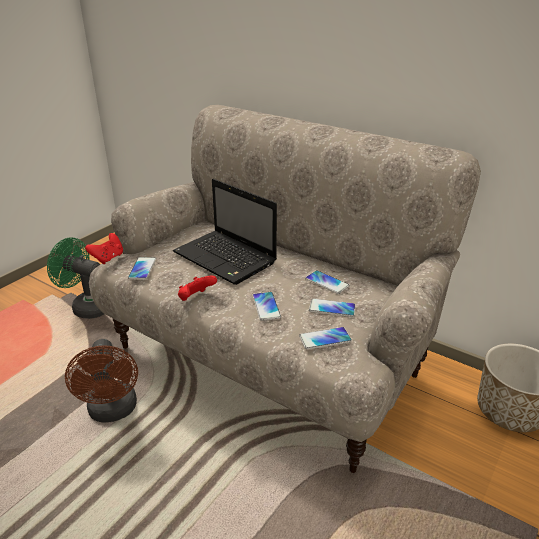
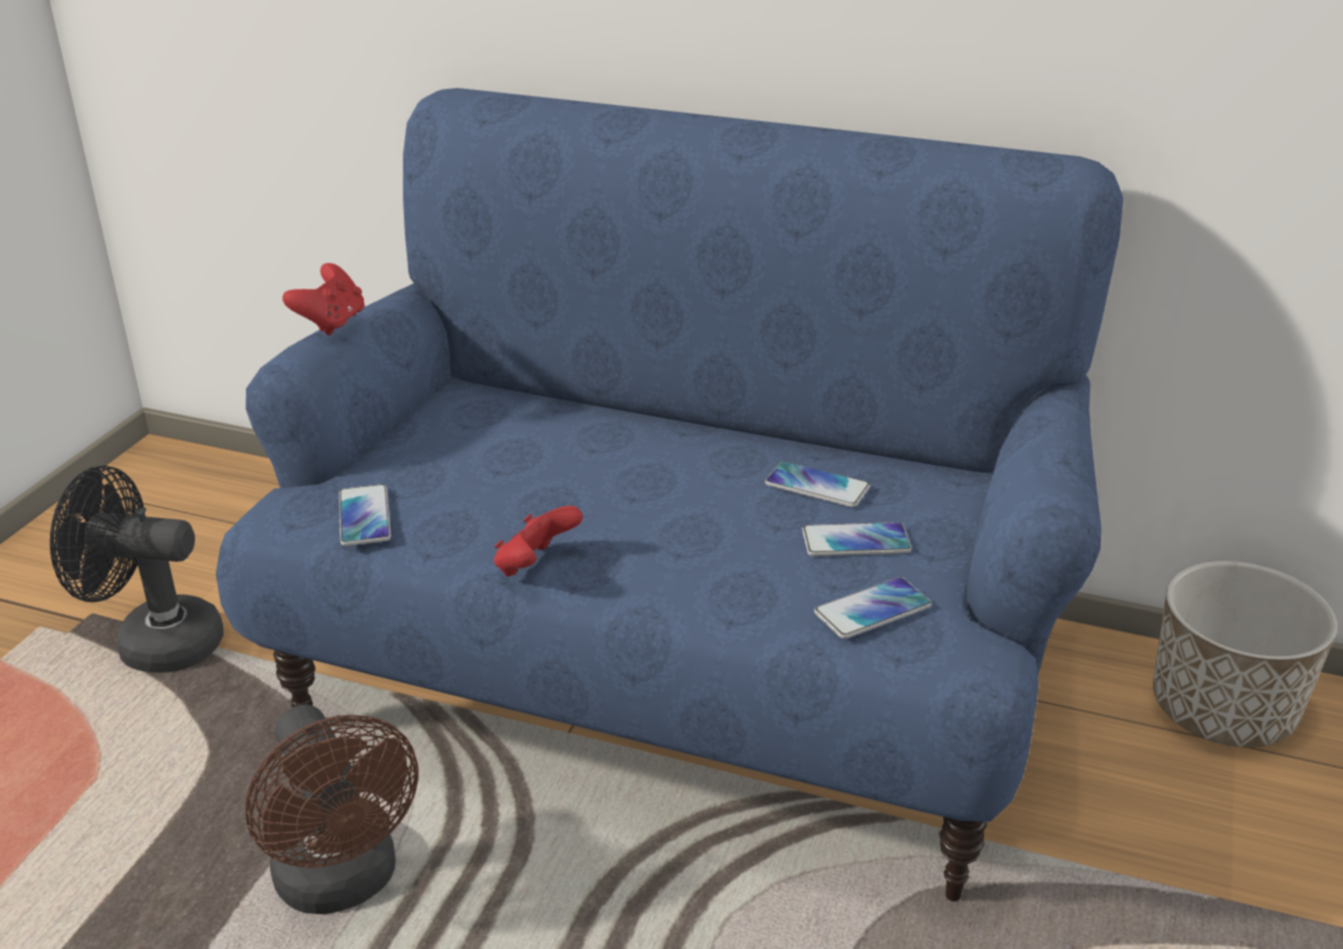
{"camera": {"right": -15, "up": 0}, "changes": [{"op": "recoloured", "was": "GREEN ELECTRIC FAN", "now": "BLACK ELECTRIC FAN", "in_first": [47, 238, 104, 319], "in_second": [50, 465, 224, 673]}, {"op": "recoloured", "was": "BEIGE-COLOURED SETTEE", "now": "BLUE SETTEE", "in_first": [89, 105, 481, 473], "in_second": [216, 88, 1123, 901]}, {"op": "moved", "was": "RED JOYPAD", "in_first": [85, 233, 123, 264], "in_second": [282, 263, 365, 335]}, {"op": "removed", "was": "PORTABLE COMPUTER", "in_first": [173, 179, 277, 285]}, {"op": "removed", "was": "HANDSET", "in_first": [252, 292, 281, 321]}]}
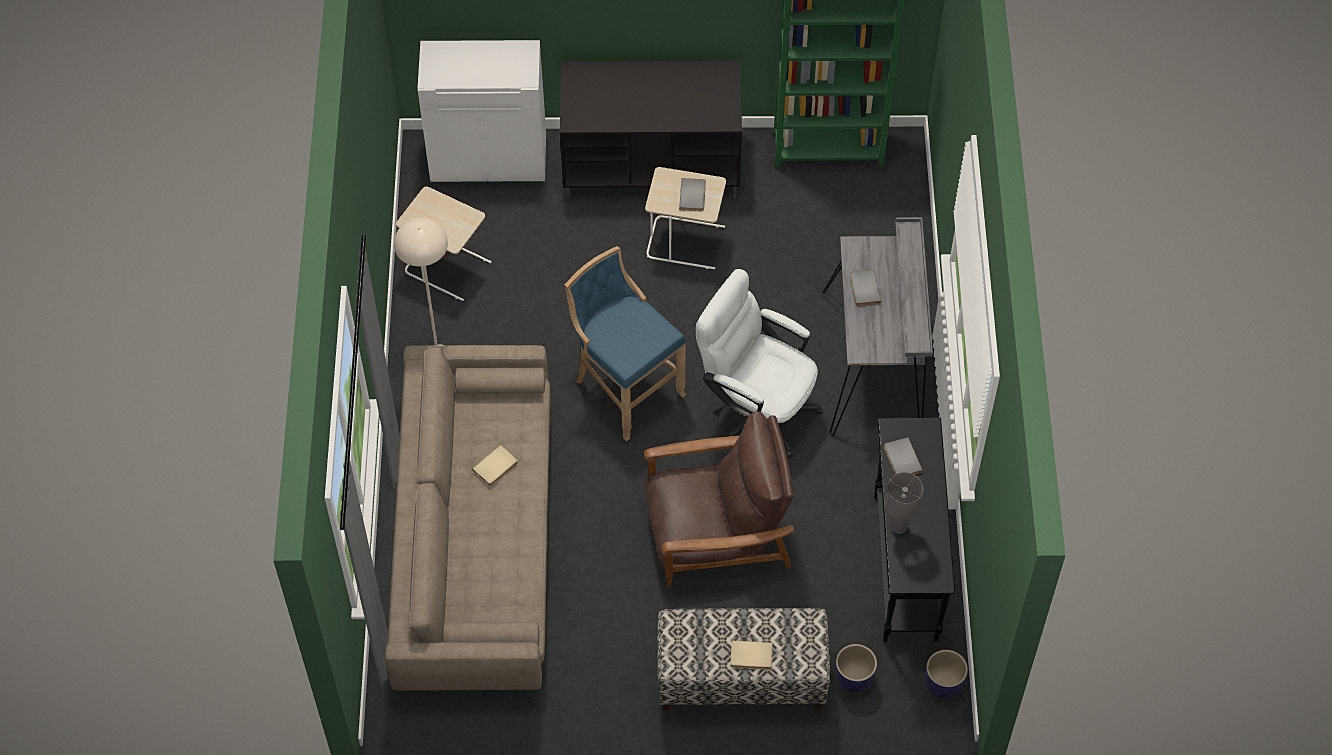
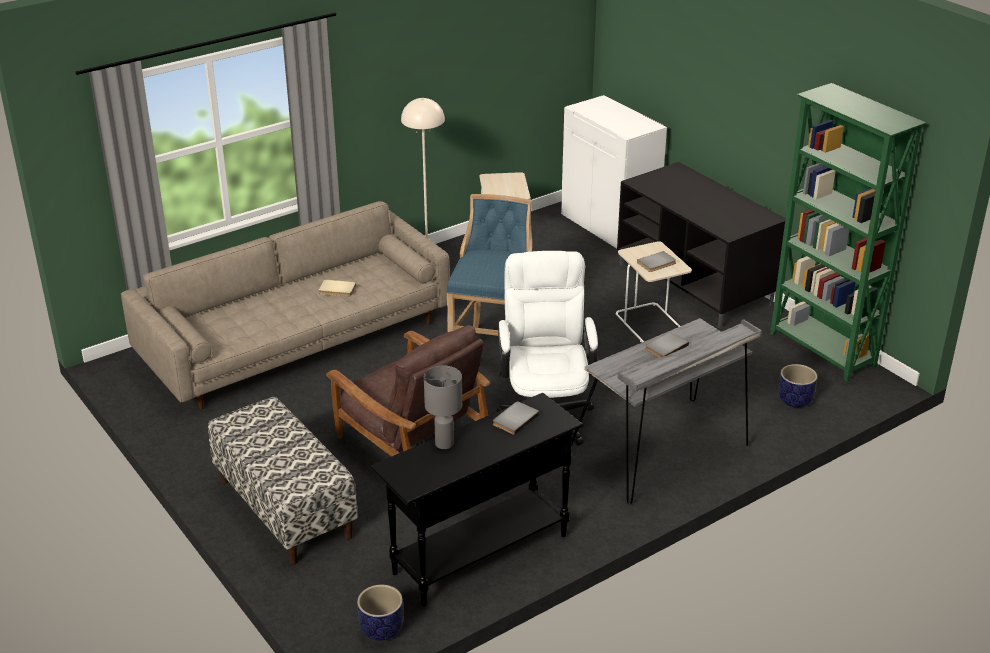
{"camera": {"right": 55, "up": -25}, "changes": [{"op": "moved", "was": "PLANTER", "in_first": [835, 644, 877, 693], "in_second": [778, 364, 817, 408]}, {"op": "removed", "was": "BEIGE-COLOURED VOLUME", "in_first": [730, 641, 773, 670]}]}
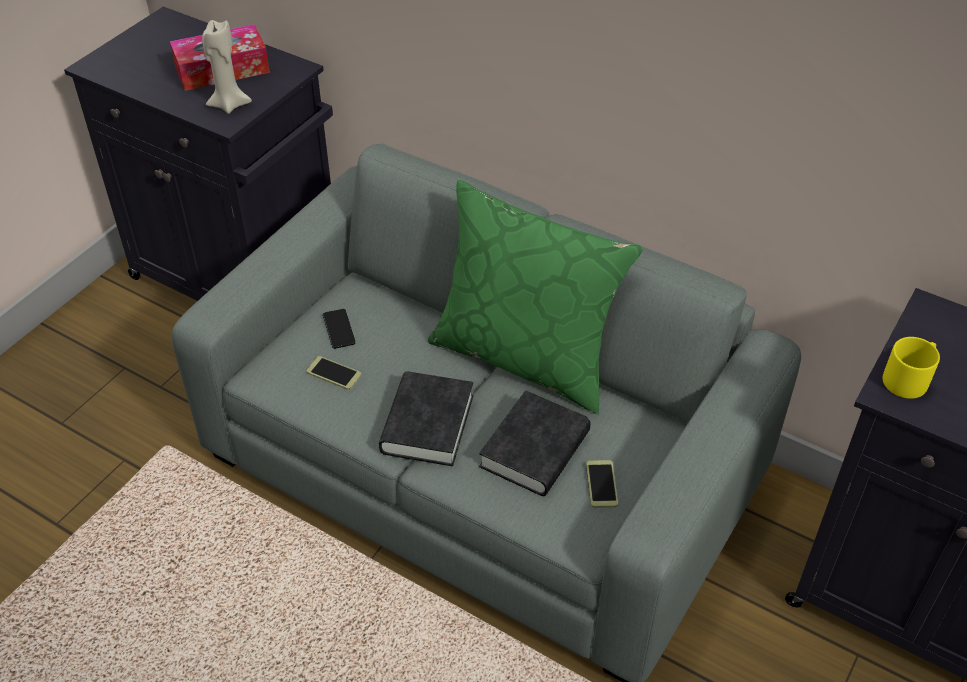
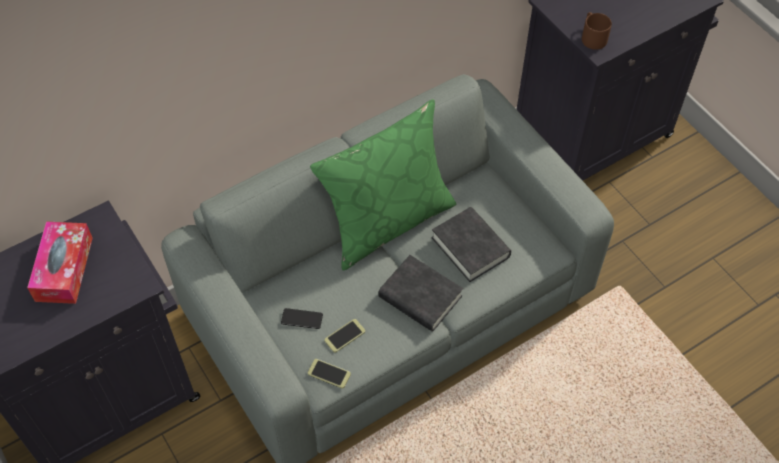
{"camera": {"right": -65, "up": 10}, "changes": [{"op": "moved", "was": "HANDSET", "in_first": [586, 460, 618, 508], "in_second": [308, 359, 351, 389]}, {"op": "recoloured", "was": "YELLOW COFFEE MUG", "now": "BROWN COFFEE MUG", "in_first": [883, 337, 940, 399], "in_second": [582, 12, 612, 50]}, {"op": "removed", "was": "BEIGE-COLOURED WAX CANDLE", "in_first": [202, 20, 252, 114]}]}
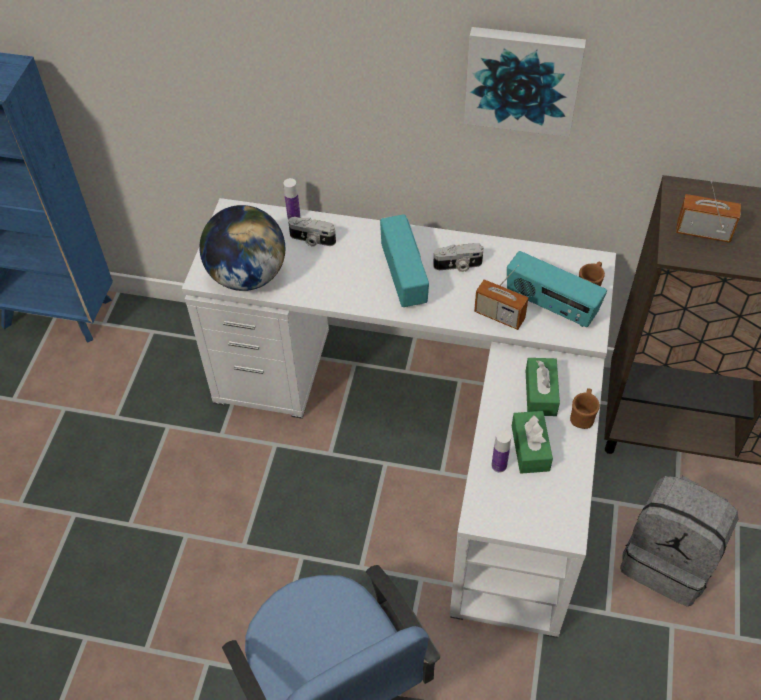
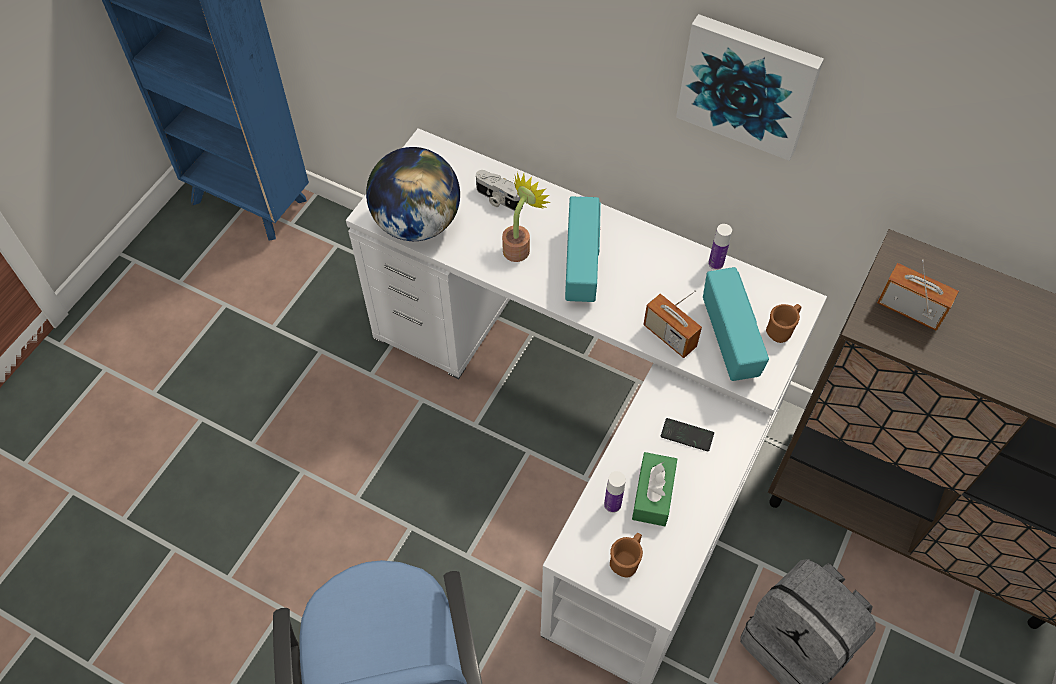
{"camera": {"right": 15, "up": 5}, "changes": [{"op": "added", "now": "PLANT IN A POT", "in_second": [502, 171, 550, 262]}, {"op": "moved", "was": "BROWN COFFEE MUG", "in_first": [570, 388, 600, 429], "in_second": [610, 533, 643, 578]}, {"op": "replaced", "was": "GREEN TISSUE HOLDER", "now": "HANDSET", "in_first": [526, 358, 560, 416], "in_second": [661, 418, 714, 452]}, {"op": "turned", "was": "RADIO", "in_first": [507, 251, 607, 327], "in_second": [703, 267, 769, 381], "clockwise": -150}, {"op": "moved", "was": "BOTTLE", "in_first": [283, 178, 301, 220], "in_second": [708, 224, 732, 270]}, {"op": "removed", "was": "STILL CAMERA", "in_first": [433, 243, 484, 272]}]}
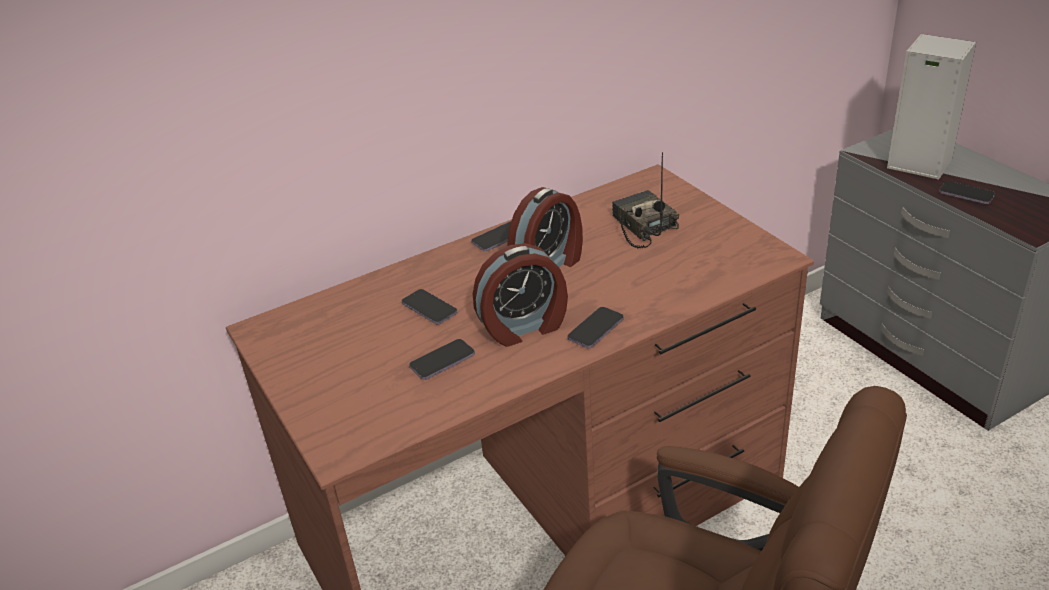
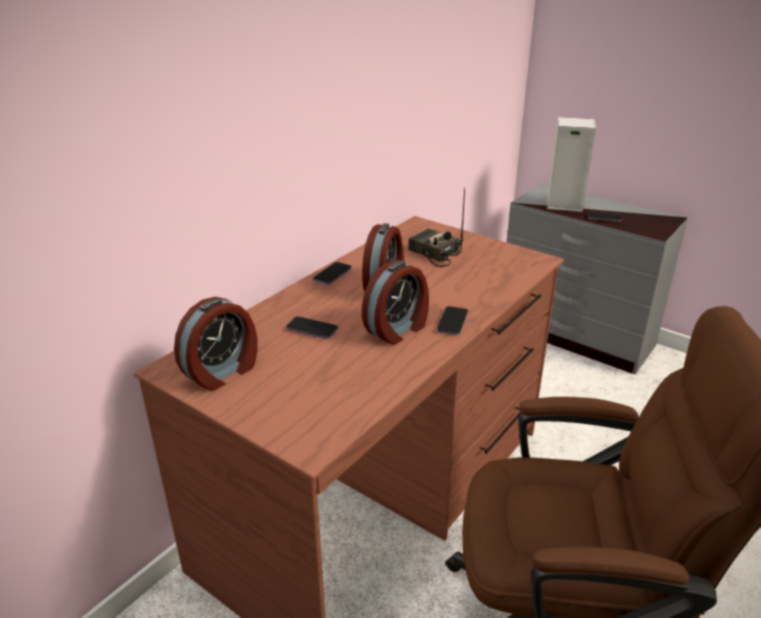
{"camera": {"right": -25, "up": -5}, "changes": [{"op": "added", "now": "ALARM CLOCK", "in_second": [174, 297, 258, 391]}, {"op": "removed", "was": "HANDSET", "in_first": [409, 339, 475, 380]}]}
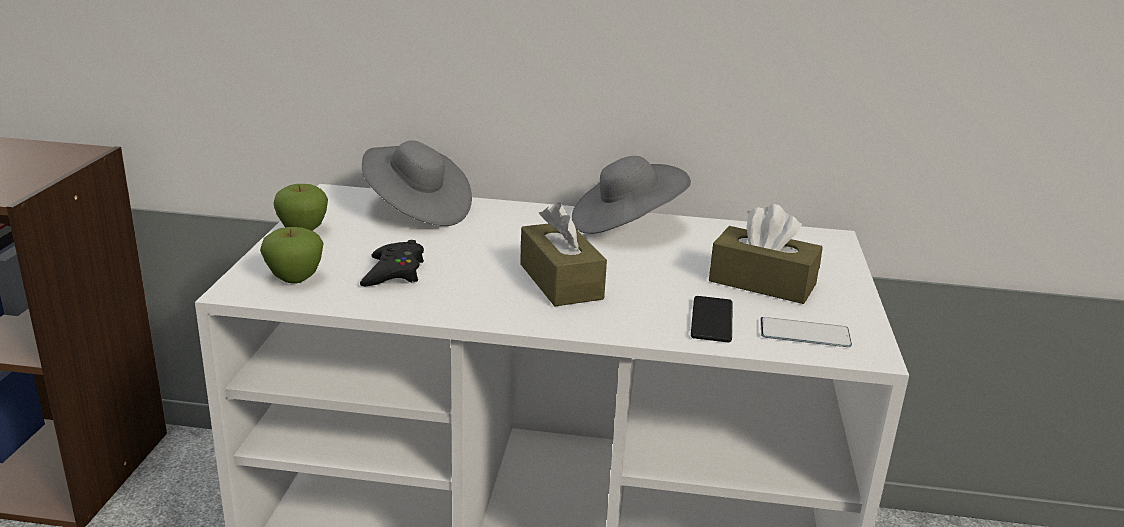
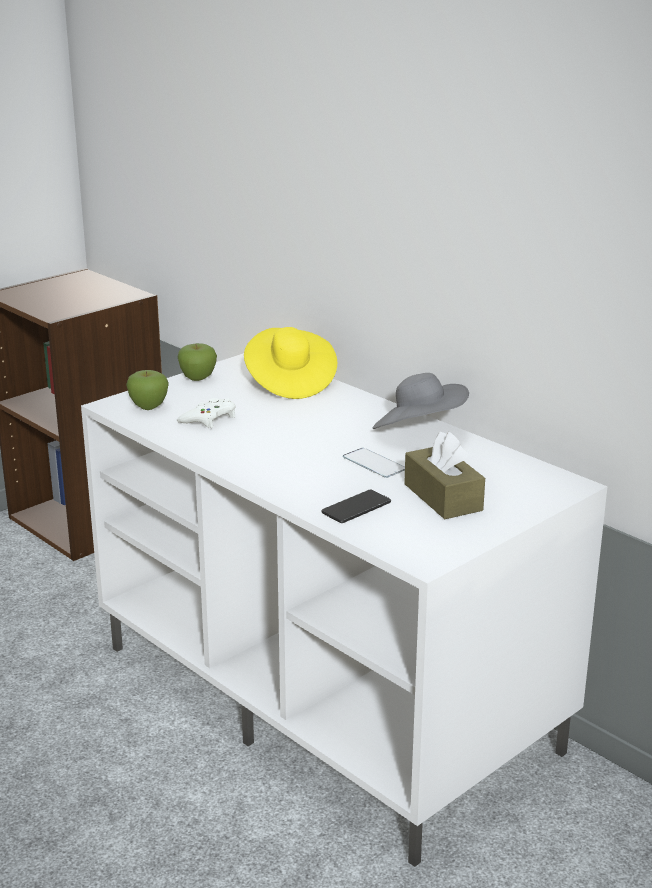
{"camera": {"right": 40, "up": 0}, "changes": [{"op": "recoloured", "was": "BLACK JOYPAD", "now": "WHITE JOYPAD", "in_first": [360, 240, 424, 286], "in_second": [177, 398, 236, 428]}, {"op": "recoloured", "was": "GRAY CLOTHING HAT", "now": "YELLOW CLOTHING HAT", "in_first": [362, 141, 472, 226], "in_second": [244, 327, 337, 399]}, {"op": "moved", "was": "HANDSET", "in_first": [760, 317, 852, 347], "in_second": [343, 448, 405, 478]}, {"op": "removed", "was": "BROWN TISSUE HOLDER", "in_first": [520, 202, 607, 306]}]}
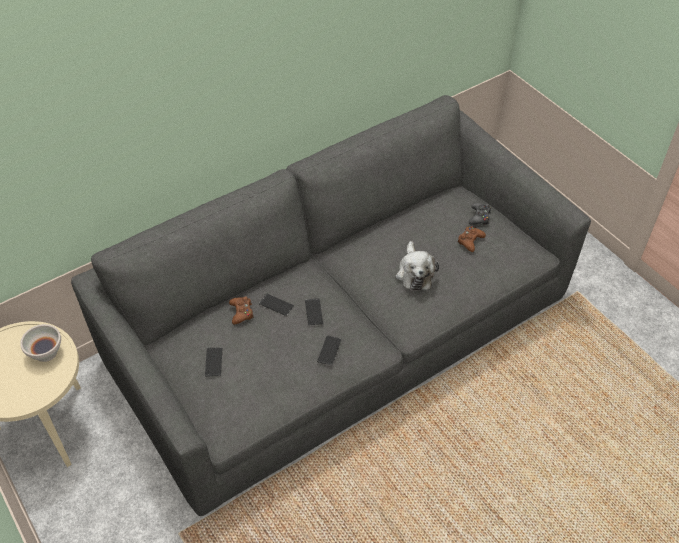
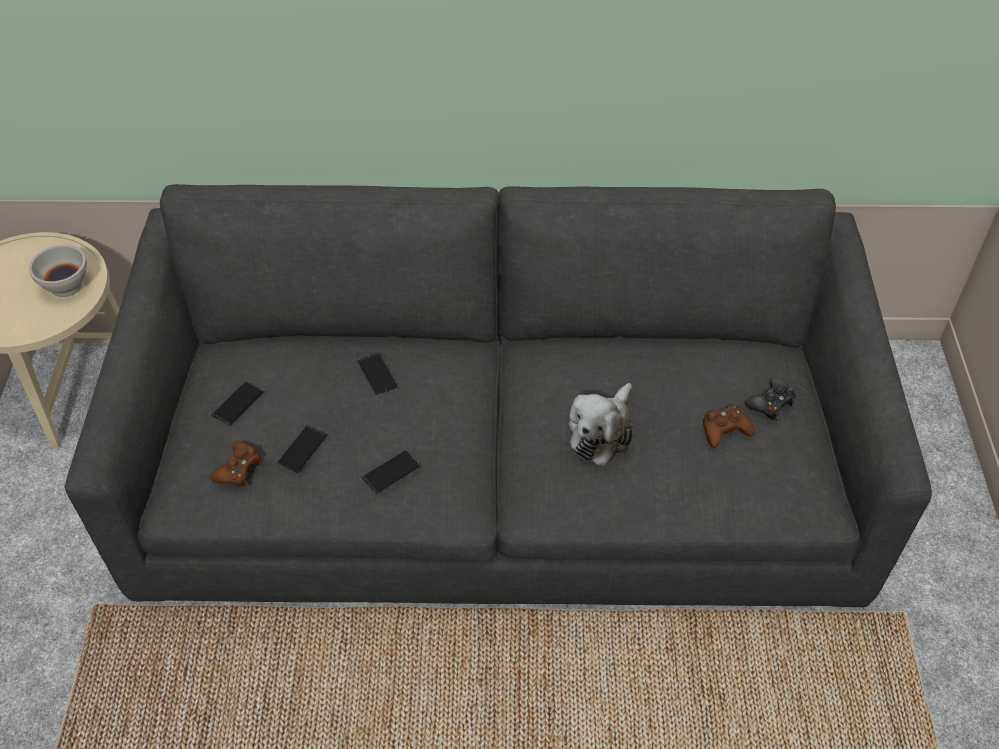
{"camera": {"right": 35, "up": 0}, "changes": [{"op": "moved", "was": "BROWN JOYPAD", "in_first": [229, 296, 254, 324], "in_second": [210, 442, 263, 487]}, {"op": "moved", "was": "HANDSET", "in_first": [305, 298, 323, 326], "in_second": [277, 425, 328, 473]}]}
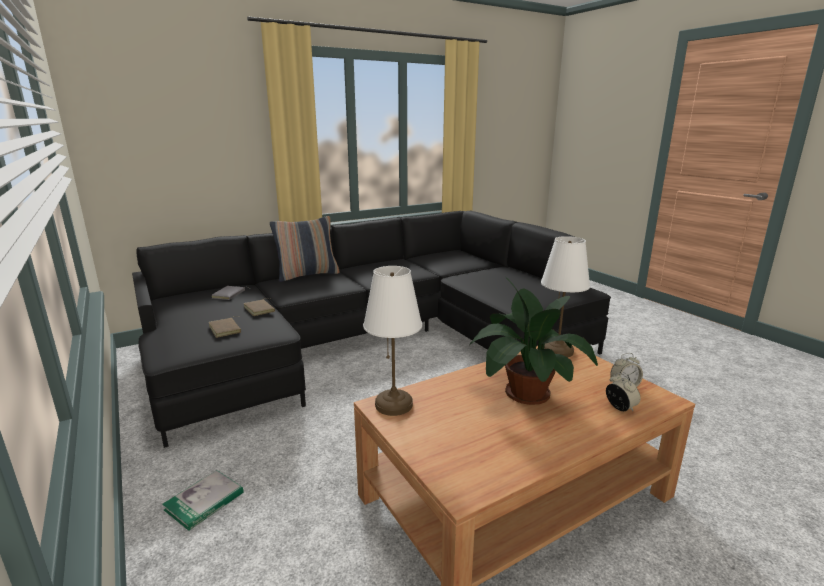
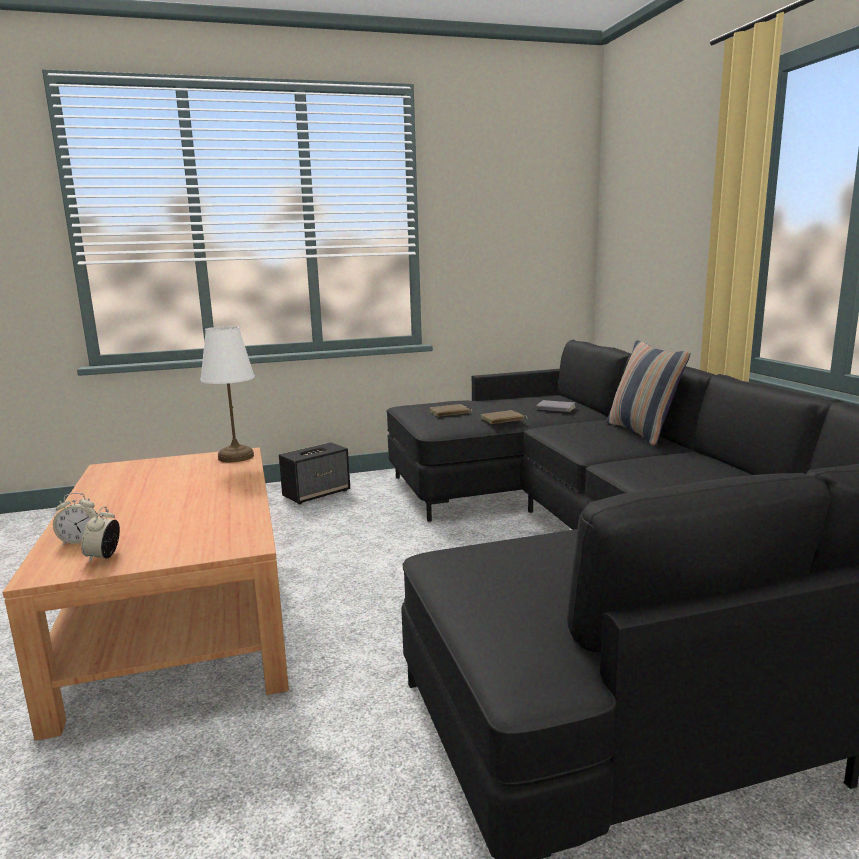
{"camera": {"right": 105, "up": -5}, "changes": [{"op": "replaced", "was": "VOLUME", "now": "AUDIO SPEAKER", "in_first": [162, 470, 244, 531], "in_second": [279, 442, 350, 505]}, {"op": "removed", "was": "PLANT IN A POT", "in_first": [470, 277, 598, 405]}, {"op": "removed", "was": "WHITE TABLETOP LAMP", "in_first": [541, 236, 590, 358]}]}
